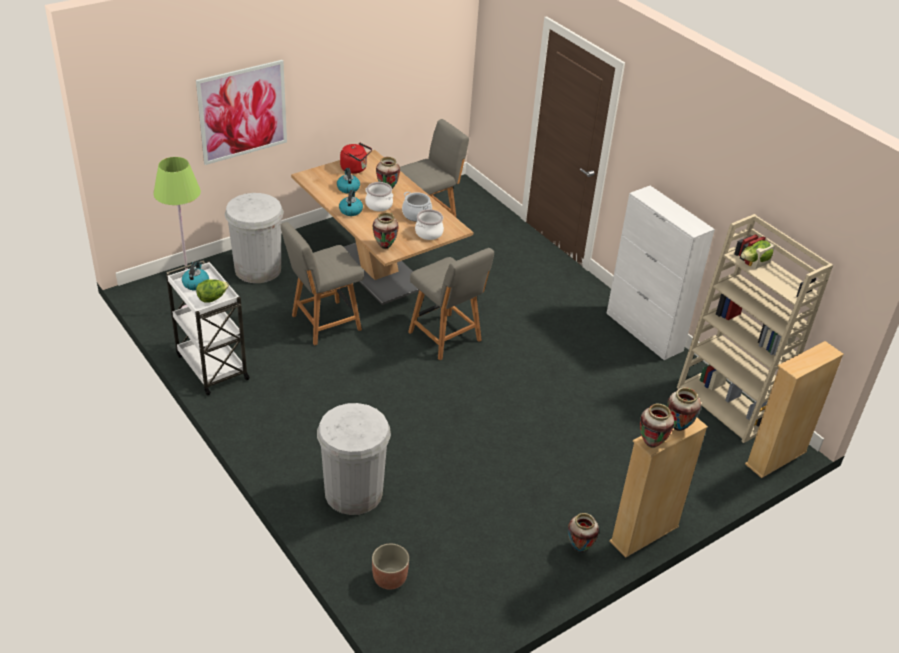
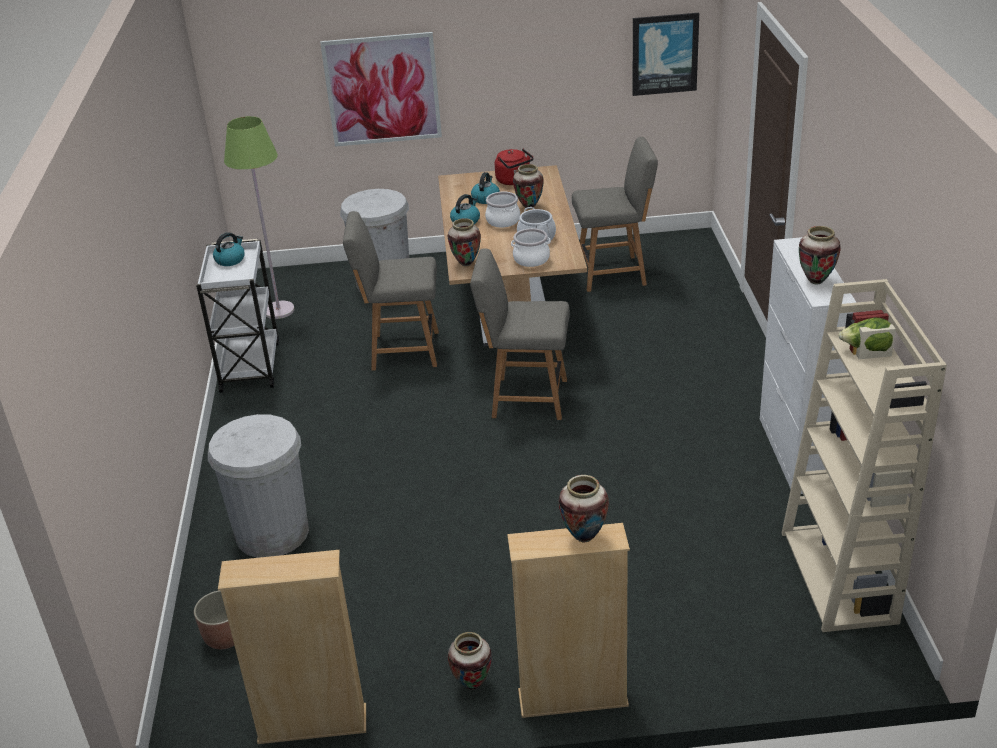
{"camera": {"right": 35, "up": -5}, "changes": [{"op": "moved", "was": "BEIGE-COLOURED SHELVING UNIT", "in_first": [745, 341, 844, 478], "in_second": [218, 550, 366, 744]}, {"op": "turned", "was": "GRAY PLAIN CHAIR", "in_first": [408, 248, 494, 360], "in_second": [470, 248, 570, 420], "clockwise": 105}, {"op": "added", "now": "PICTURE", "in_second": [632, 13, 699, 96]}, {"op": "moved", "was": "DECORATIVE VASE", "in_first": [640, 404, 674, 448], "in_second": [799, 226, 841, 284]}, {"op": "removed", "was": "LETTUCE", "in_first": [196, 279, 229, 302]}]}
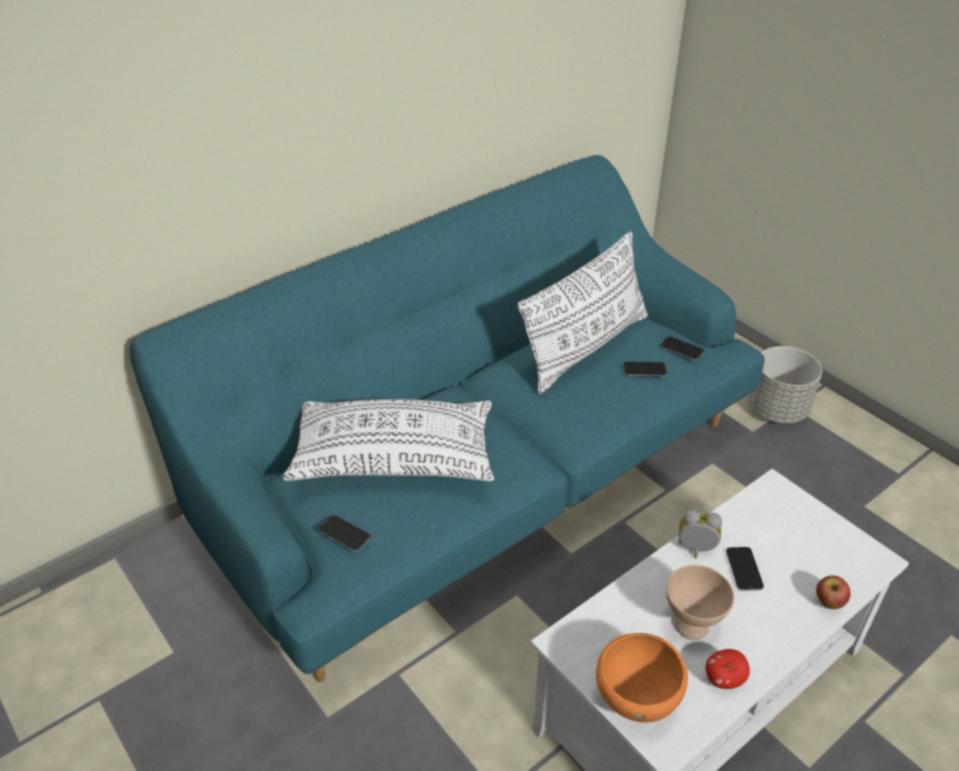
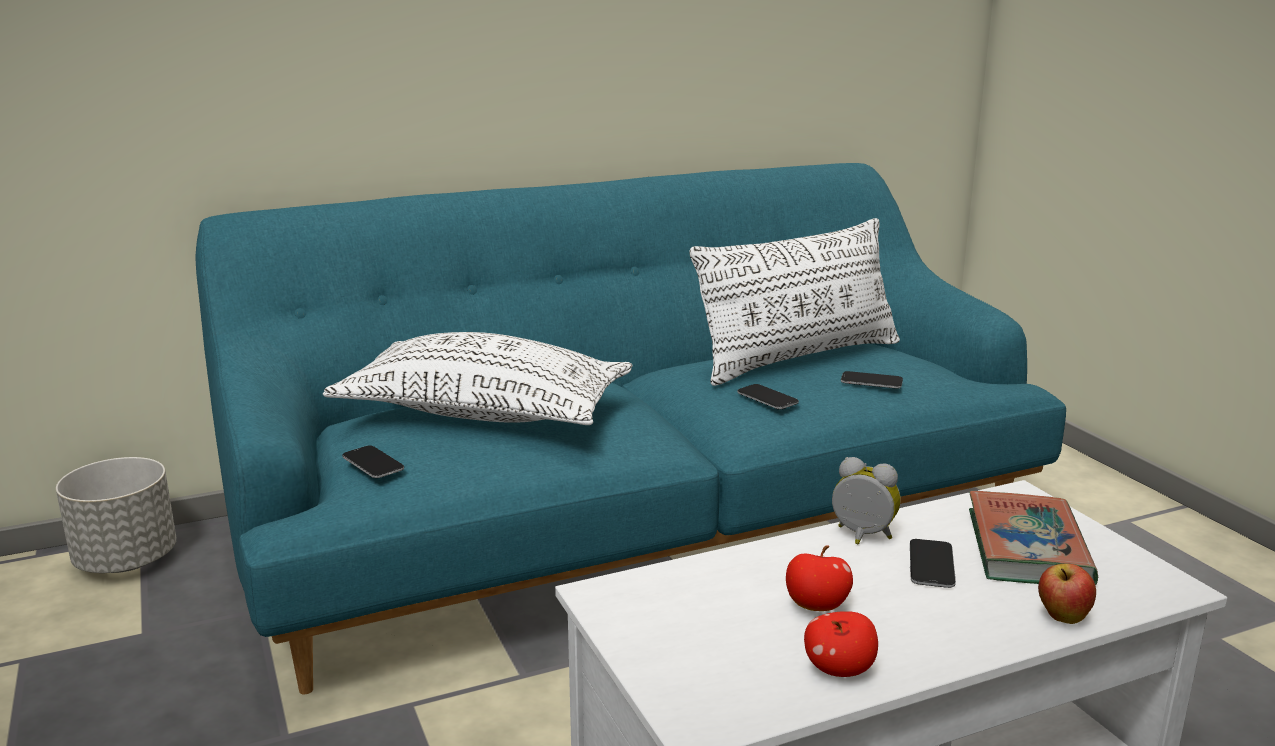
{"camera": {"right": 15, "up": -20}, "changes": [{"op": "moved", "was": "GRAY PLANTER", "in_first": [748, 346, 822, 423], "in_second": [56, 457, 177, 573]}, {"op": "moved", "was": "HANDSET", "in_first": [661, 336, 704, 360], "in_second": [737, 384, 799, 409]}, {"op": "replaced", "was": "BEIGE-COLOURED BOWL", "now": "APPLE FRUIT", "in_first": [666, 565, 734, 640], "in_second": [786, 545, 853, 611]}, {"op": "added", "now": "VOLUME", "in_second": [969, 491, 1098, 585]}, {"op": "removed", "was": "ORANGE-COLOURED BOWL", "in_first": [596, 633, 688, 723]}]}
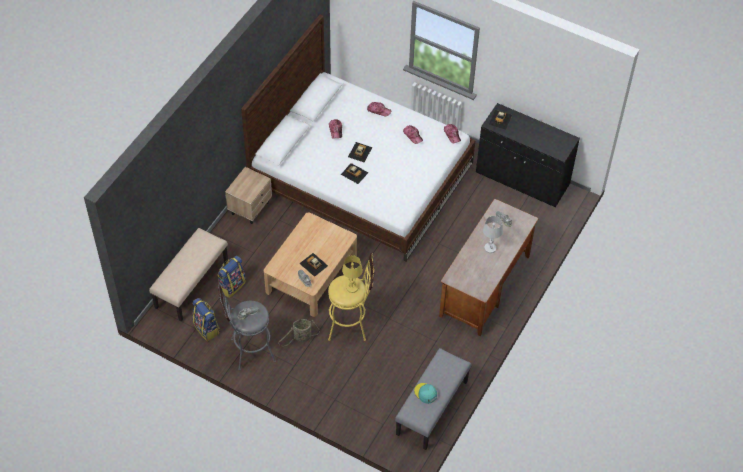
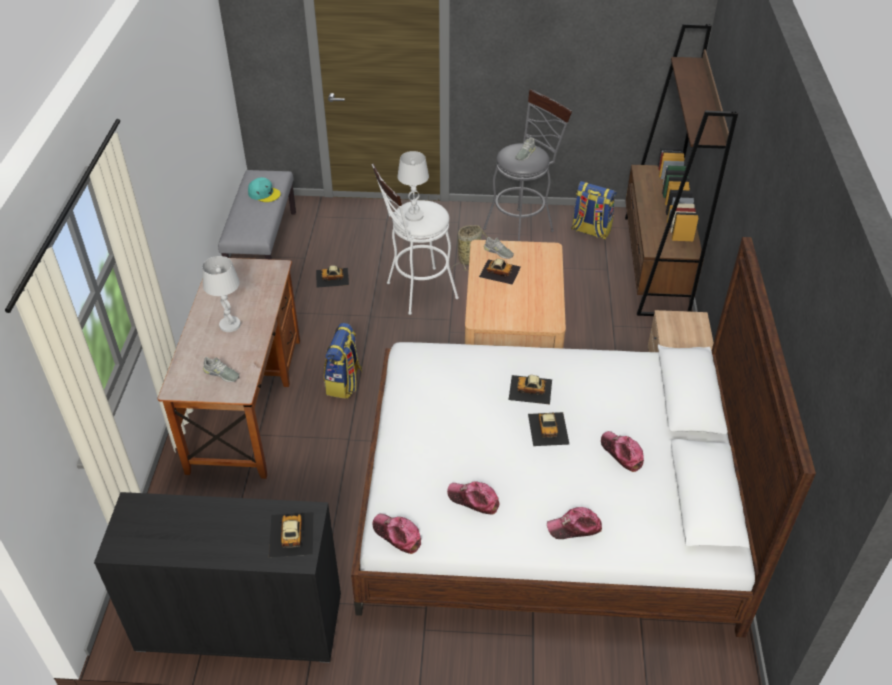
{"camera": {"right": 155, "up": -10}, "changes": [{"op": "added", "now": "TOY CAR", "in_second": [316, 265, 349, 287]}, {"op": "moved", "was": "KNAPSACK", "in_first": [217, 256, 246, 298], "in_second": [324, 323, 363, 399]}, {"op": "recoloured", "was": "YELLOW STOOL SEAT", "now": "WHITE STOOL SEAT", "in_first": [328, 253, 375, 341], "in_second": [372, 164, 459, 315]}, {"op": "recoloured", "was": "YELLOW TABLETOP LAMP", "now": "WHITE TABLETOP LAMP", "in_first": [342, 255, 363, 293], "in_second": [397, 151, 429, 222]}, {"op": "replaced", "was": "BEIGE-COLOURED BENCH", "now": "BROWN SHELVING UNIT", "in_first": [149, 228, 228, 322], "in_second": [625, 23, 738, 316]}]}
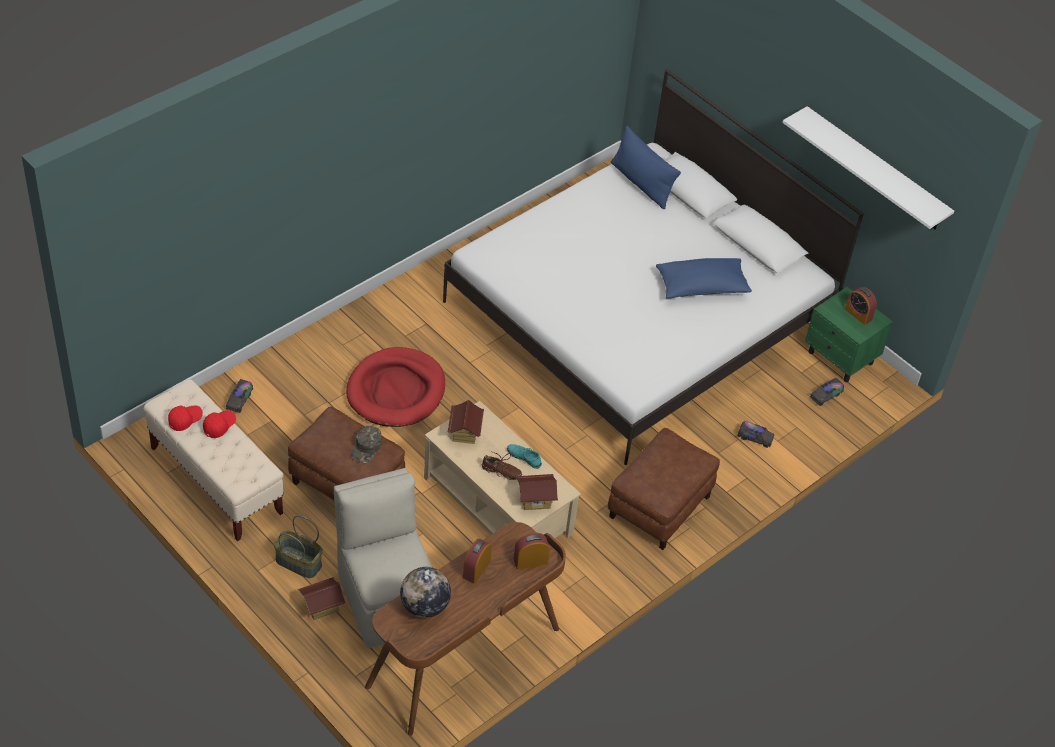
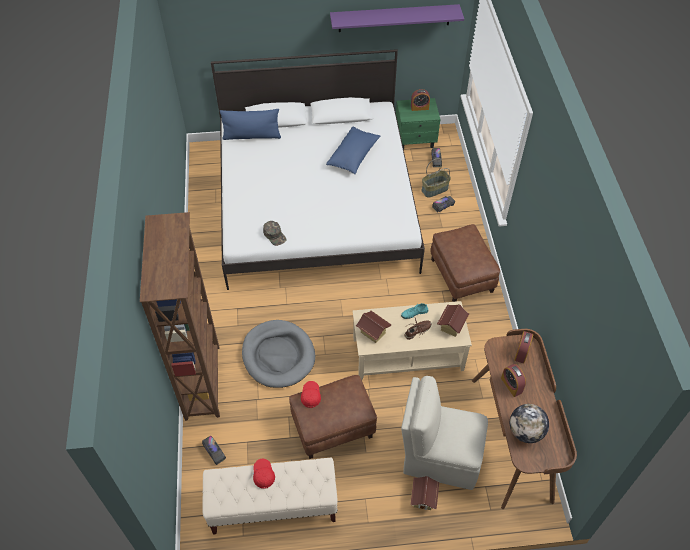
{"camera": {"right": -50, "up": 5}, "changes": [{"op": "added", "now": "BROWN SHELVING UNIT", "in_second": [140, 212, 220, 421]}, {"op": "recoloured", "was": "RED PET BED", "now": "GRAY PET BED", "in_first": [346, 347, 445, 427], "in_second": [242, 320, 315, 388]}, {"op": "moved", "was": "GREEN PEAKED CAP", "in_first": [351, 426, 382, 464], "in_second": [263, 221, 286, 246]}, {"op": "moved", "was": "RED PEAKED CAP", "in_first": [168, 405, 203, 431], "in_second": [301, 381, 321, 408]}, {"op": "recoloured", "was": "WHITE BRACKET SHELF", "now": "PURPLE BRACKET SHELF", "in_first": [782, 106, 954, 229], "in_second": [330, 4, 464, 32]}, {"op": "moved", "was": "HOUSEHOLD BASKET", "in_first": [274, 515, 323, 578], "in_second": [421, 158, 451, 198]}]}
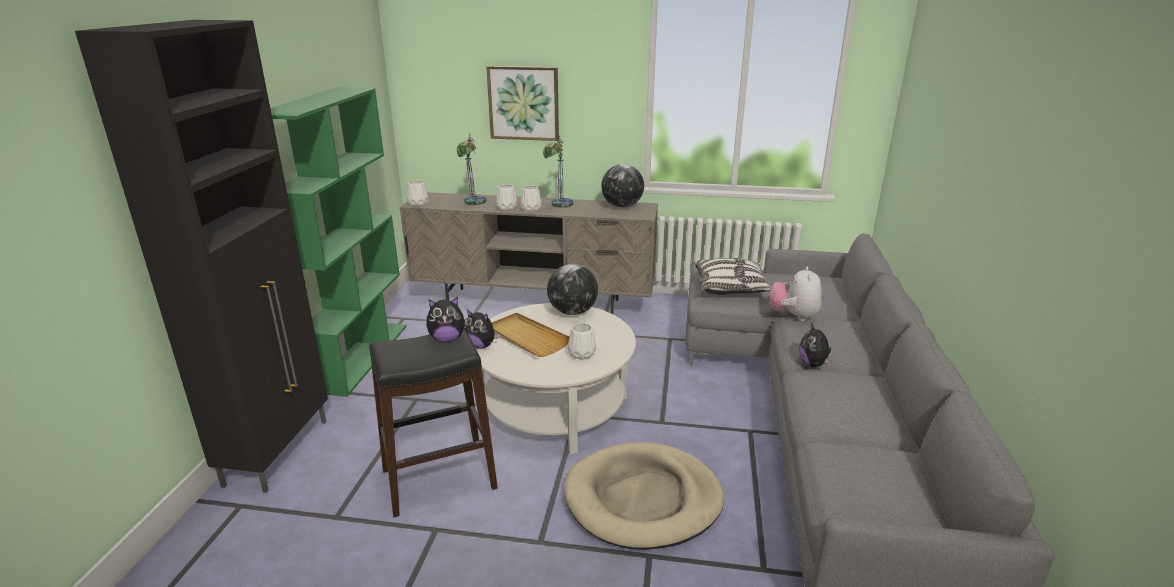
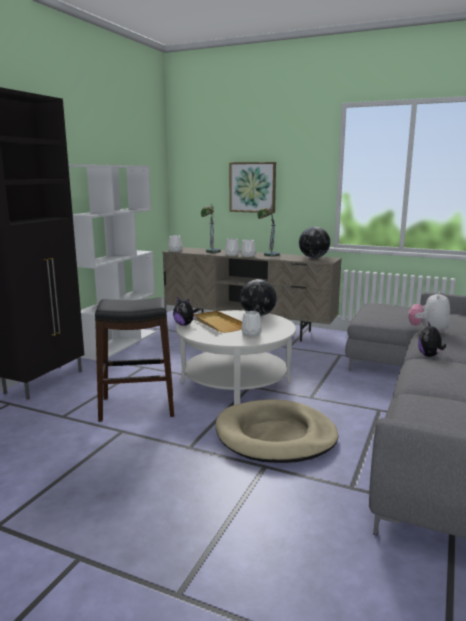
{"camera": {"right": 15, "up": -10}, "changes": [{"op": "recoloured", "was": "GREEN SHELVING UNIT", "now": "WHITE SHELVING UNIT", "in_first": [270, 87, 406, 397], "in_second": [68, 164, 157, 361]}, {"op": "removed", "was": "SOFT TOY", "in_first": [426, 297, 468, 342]}, {"op": "removed", "was": "PILLOW", "in_first": [694, 258, 771, 295]}]}
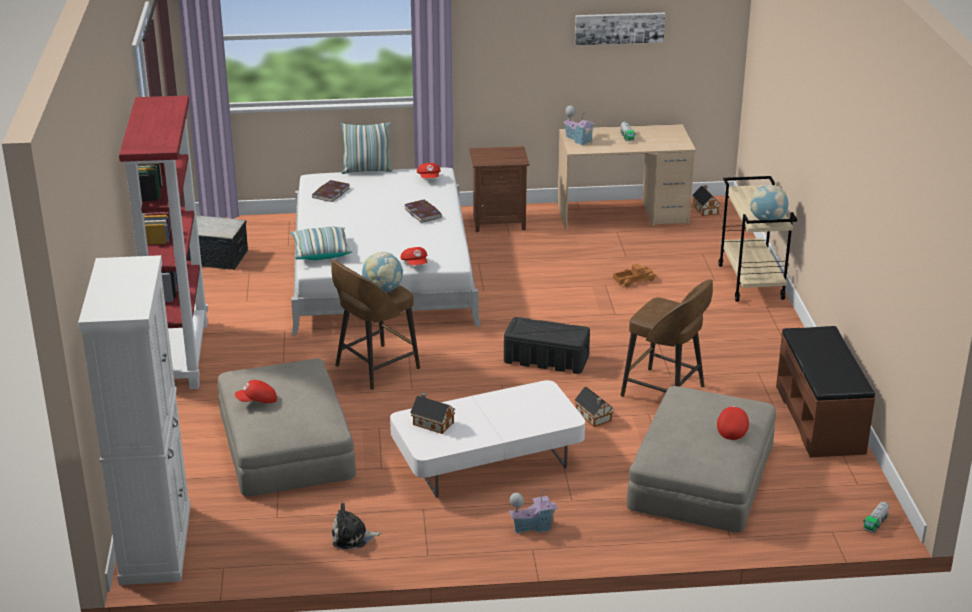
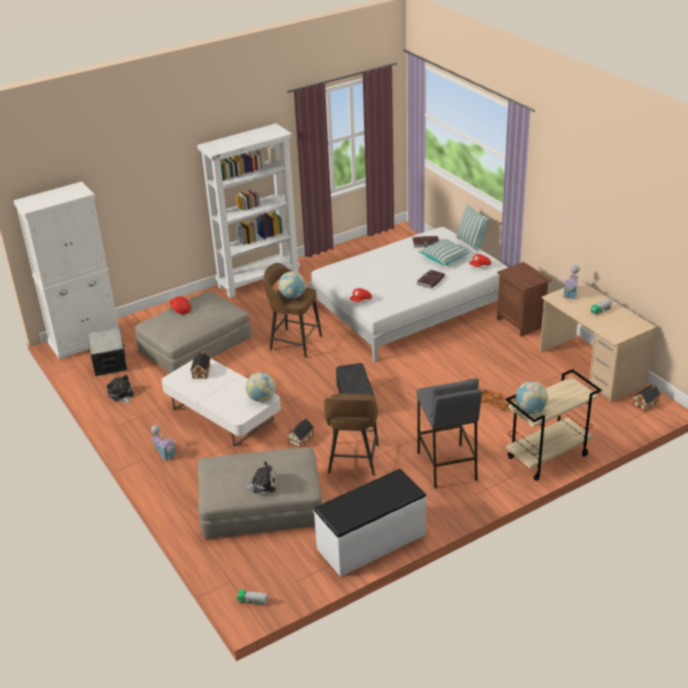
{"camera": {"right": 65, "up": 5}, "changes": [{"op": "moved", "was": "STORAGE BOX", "in_first": [187, 216, 248, 270], "in_second": [88, 328, 127, 376]}, {"op": "recoloured", "was": "RED SHELVING UNIT", "now": "WHITE SHELVING UNIT", "in_first": [119, 95, 208, 389], "in_second": [197, 123, 300, 298]}, {"op": "replaced", "was": "RED PEAKED CAP", "now": "SOFT TOY", "in_first": [717, 406, 749, 440], "in_second": [242, 461, 276, 494]}, {"op": "added", "now": "WORLD GLOBE", "in_second": [246, 372, 276, 402]}, {"op": "recoloured", "was": "BROWN BENCH", "now": "WHITE BENCH", "in_first": [776, 326, 875, 458], "in_second": [314, 469, 427, 577]}, {"op": "added", "now": "GRAY STOOL SEAT", "in_second": [416, 378, 482, 489]}, {"op": "moved", "was": "PILLOW", "in_first": [291, 227, 352, 260], "in_second": [419, 239, 471, 265]}, {"op": "removed", "was": "PICTURE", "in_first": [575, 13, 665, 45]}]}
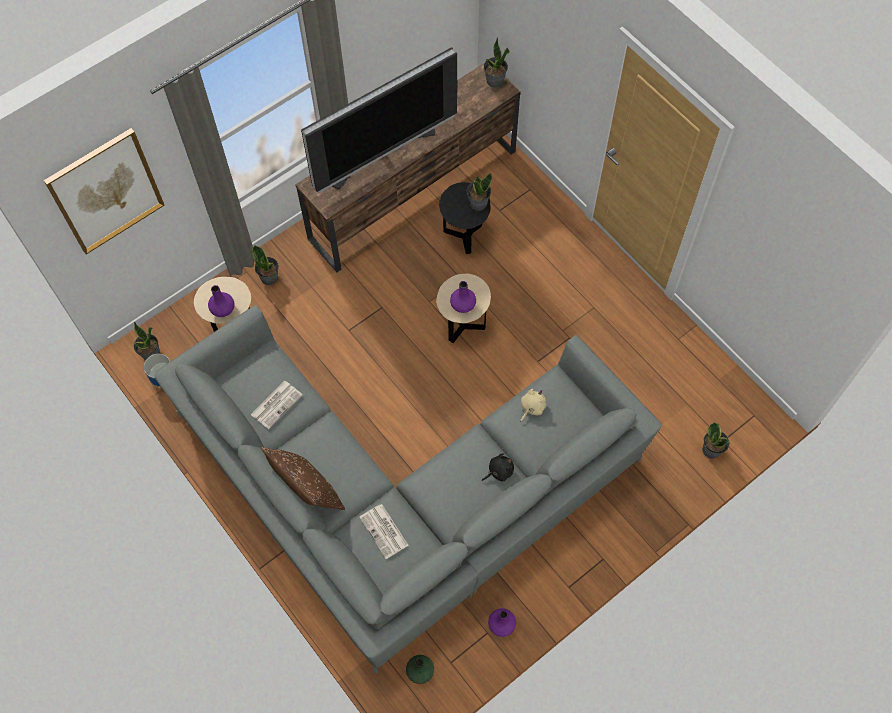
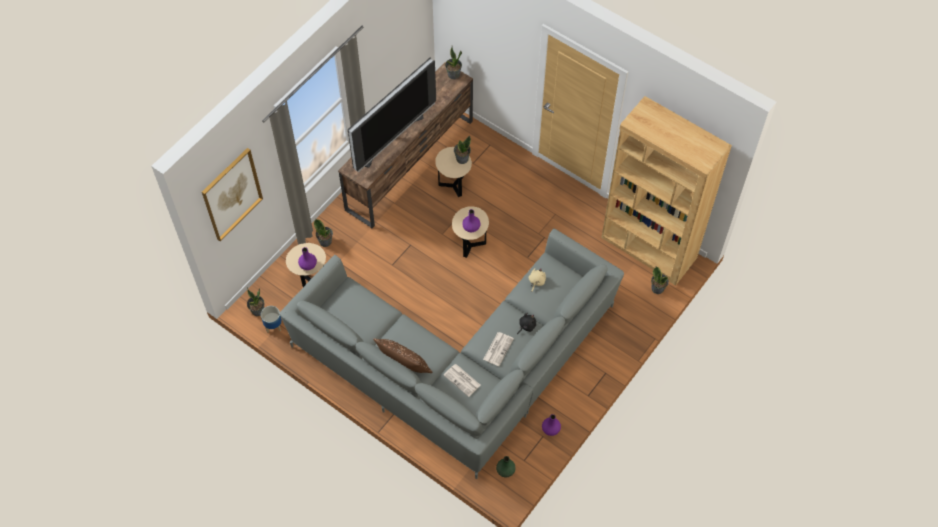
{"camera": {"right": -15, "up": -5}, "changes": [{"op": "recoloured", "was": "BLACK ACCENT TABLE", "now": "BEIGE-COLOURED ACCENT TABLE", "in_first": [439, 182, 491, 254], "in_second": [435, 147, 472, 197]}, {"op": "moved", "was": "PRINTED PAPER", "in_first": [251, 381, 302, 429], "in_second": [483, 332, 514, 366]}, {"op": "added", "now": "BROWN SHELVING UNIT", "in_second": [601, 96, 732, 286]}]}
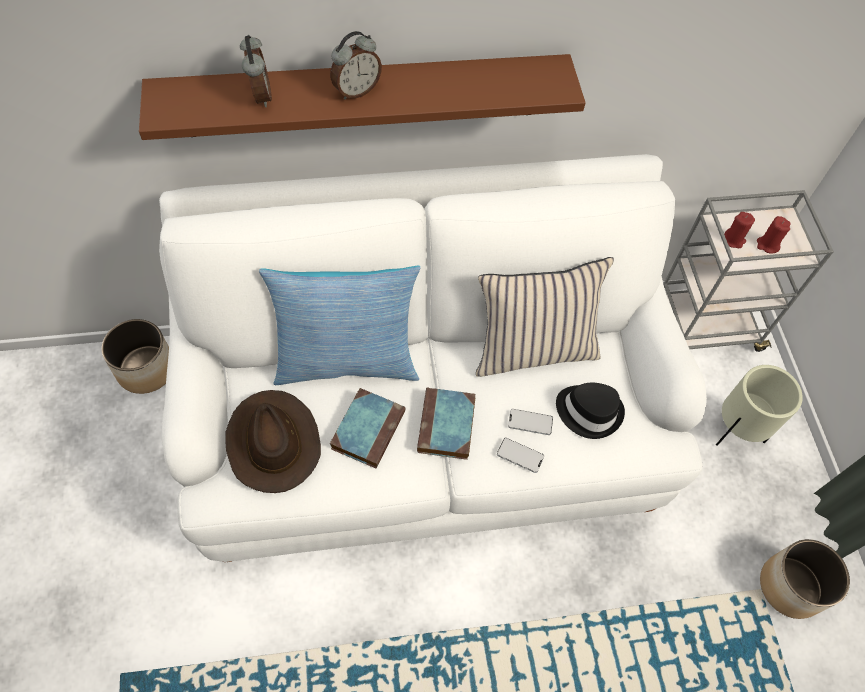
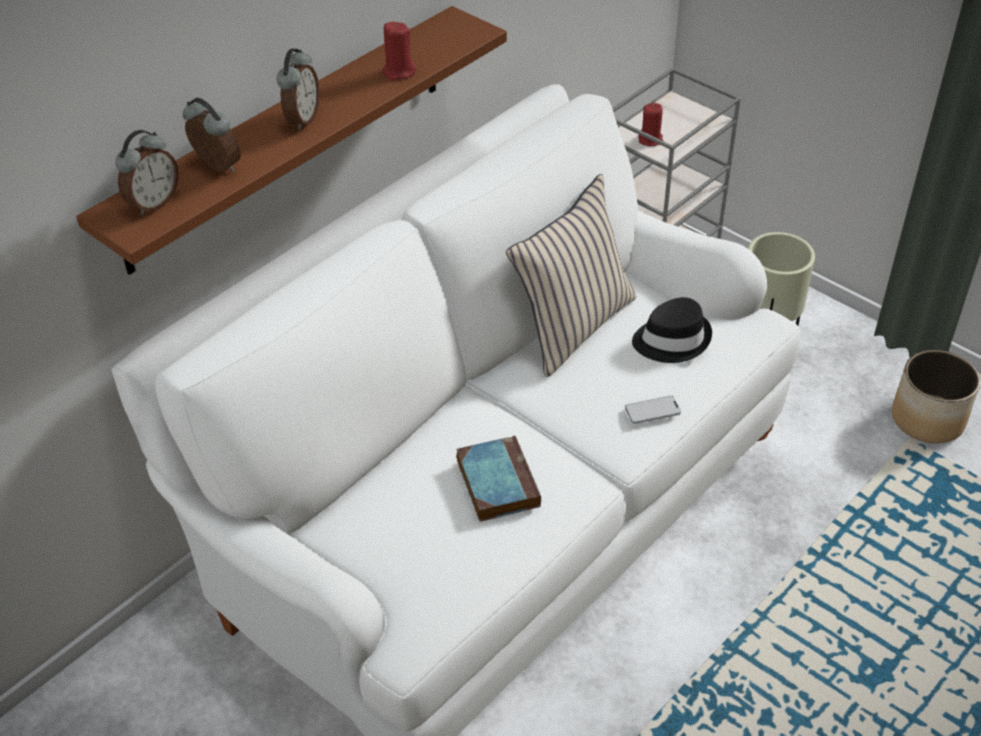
{"camera": {"right": -35, "up": -15}, "changes": [{"op": "added", "now": "ALARM CLOCK", "in_second": [115, 130, 179, 215]}, {"op": "moved", "was": "RED WAX CANDLE", "in_first": [757, 216, 791, 253], "in_second": [382, 22, 416, 81]}, {"op": "removed", "was": "PLANTER", "in_first": [101, 319, 169, 394]}, {"op": "removed", "was": "BROWN CLOTHING HAT", "in_first": [225, 390, 321, 493]}, {"op": "removed", "was": "PILLOW", "in_first": [259, 266, 420, 385]}, {"op": "removed", "was": "VOLUME", "in_first": [417, 387, 475, 460]}, {"op": "removed", "was": "HANDSET", "in_first": [508, 409, 553, 435]}]}
